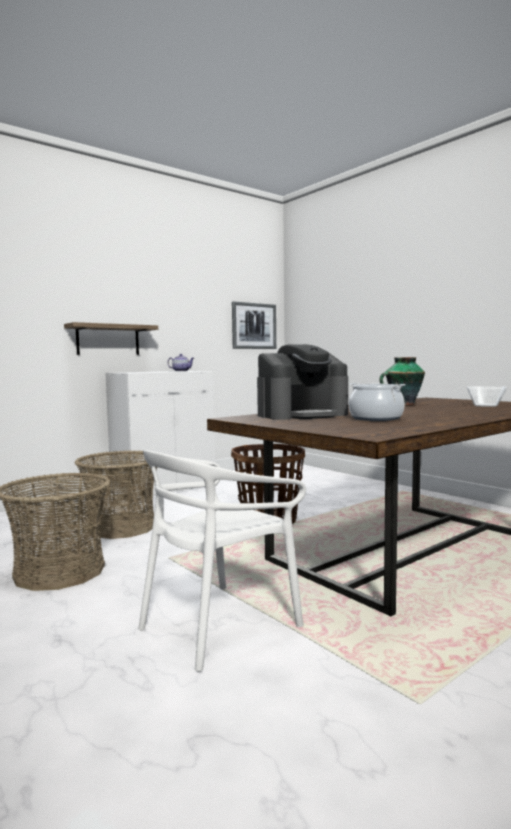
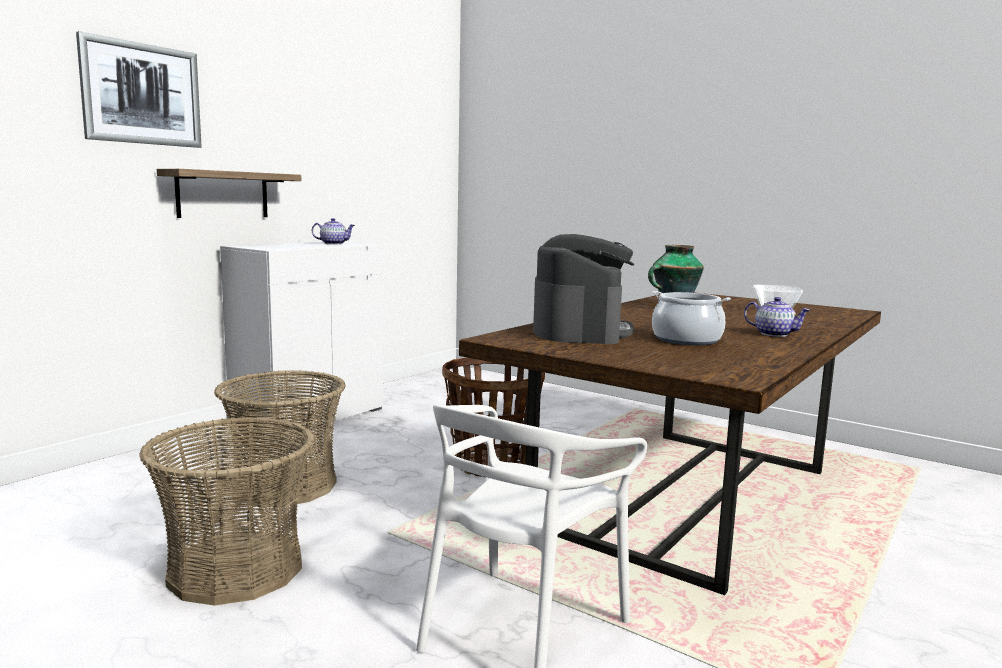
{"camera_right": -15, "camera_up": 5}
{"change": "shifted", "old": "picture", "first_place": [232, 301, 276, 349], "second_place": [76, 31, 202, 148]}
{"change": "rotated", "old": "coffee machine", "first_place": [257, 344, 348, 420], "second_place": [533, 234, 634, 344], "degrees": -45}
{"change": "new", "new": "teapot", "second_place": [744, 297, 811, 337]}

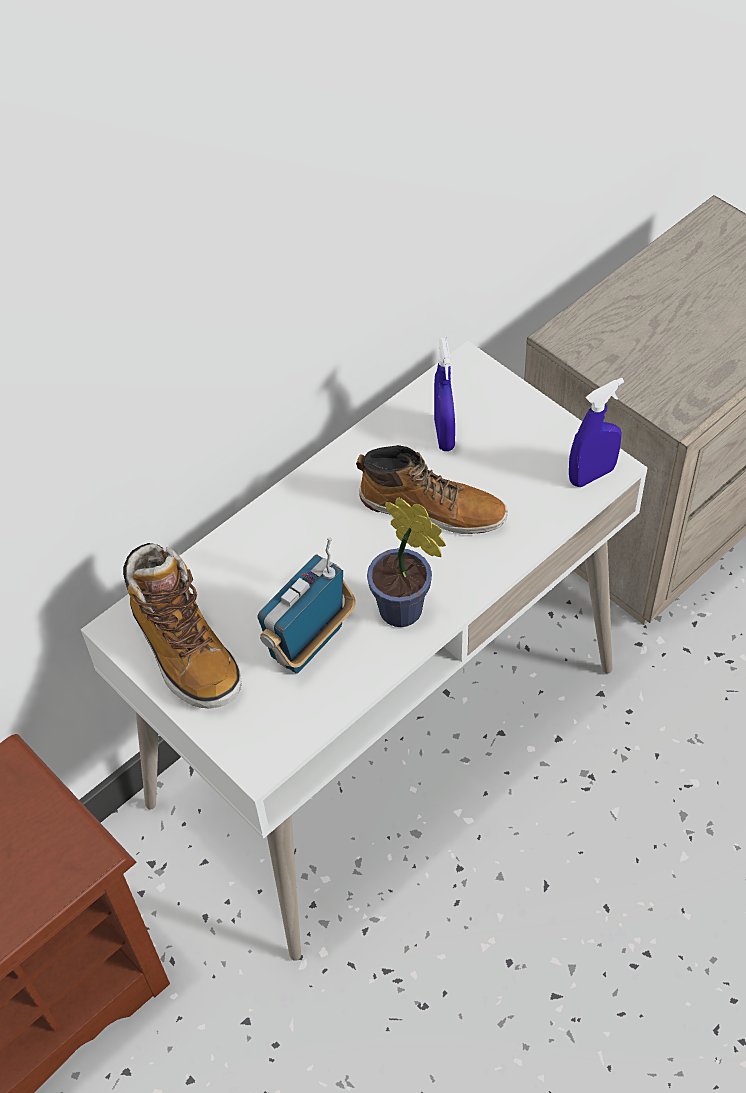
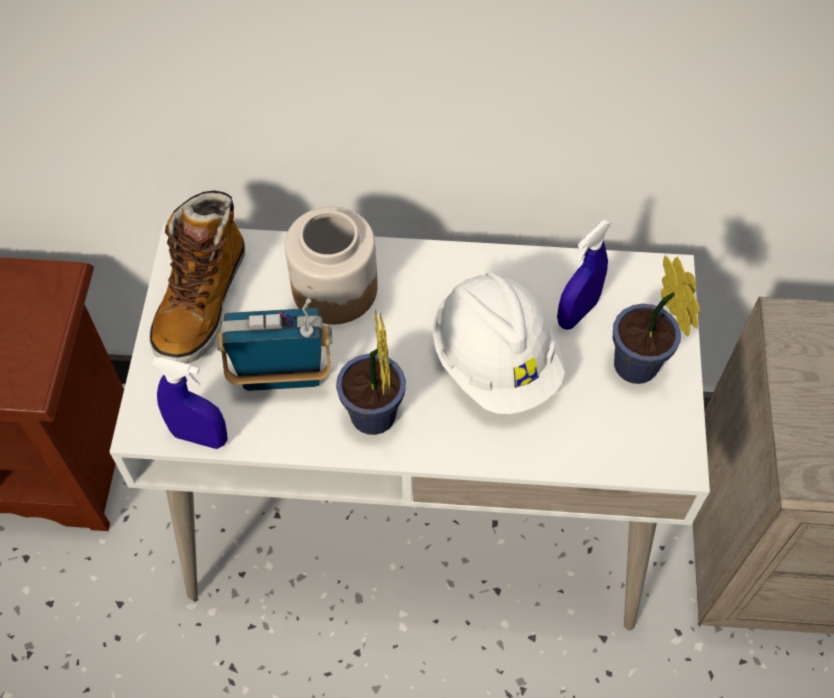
{"camera_right": 45, "camera_up": 5}
{"change": "shifted", "old": "spray bottle (blue)", "first_place": [569, 378, 624, 487], "second_place": [152, 357, 228, 449]}
{"change": "new", "new": "jar", "second_place": [285, 206, 378, 324]}
{"change": "swapped", "old": "boot", "new": "hard hat (white)", "first_place": [356, 445, 508, 534], "second_place": [433, 272, 565, 414]}
{"change": "new", "new": "potted plant", "second_place": [613, 255, 700, 384]}

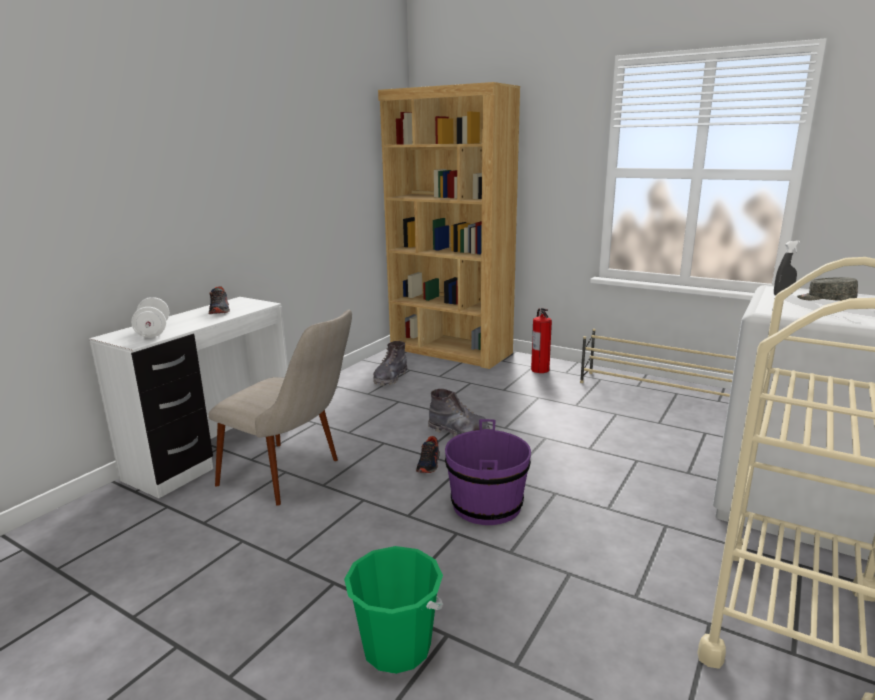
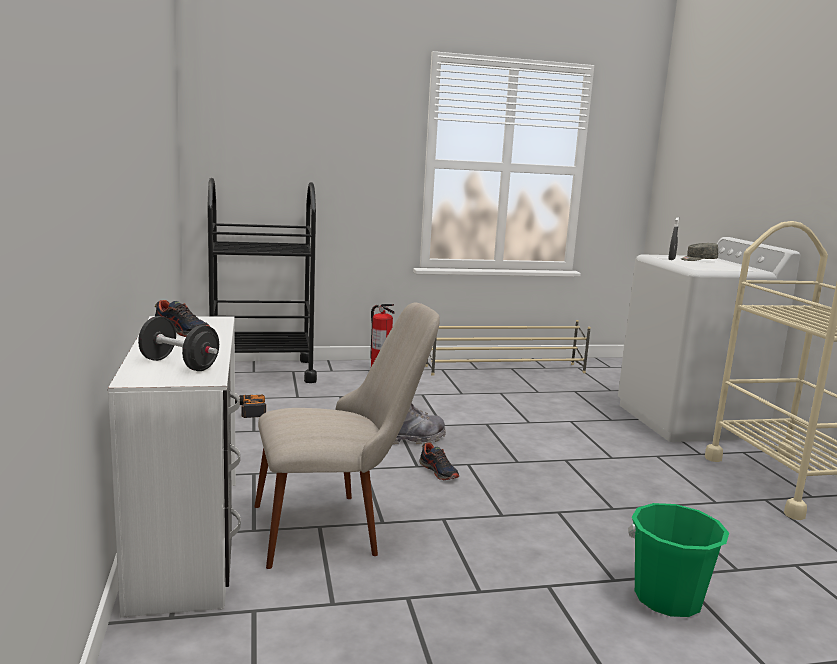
{"camera_right": -45, "camera_up": -5}
{"change": "repainted", "old": "dumbbell (white)", "new": "dumbbell (black)", "first_place": [131, 297, 169, 338], "second_place": [138, 316, 219, 371]}
{"change": "swapped", "old": "bookcase (brown)", "new": "cart (black)", "first_place": [378, 82, 520, 369], "second_place": [207, 178, 317, 383]}
{"change": "swapped", "old": "boot (grey)", "new": "power drill", "first_place": [373, 341, 408, 386], "second_place": [235, 395, 266, 418]}
{"change": "gone", "old": "bucket (purple)", "first_place": [445, 419, 531, 525]}

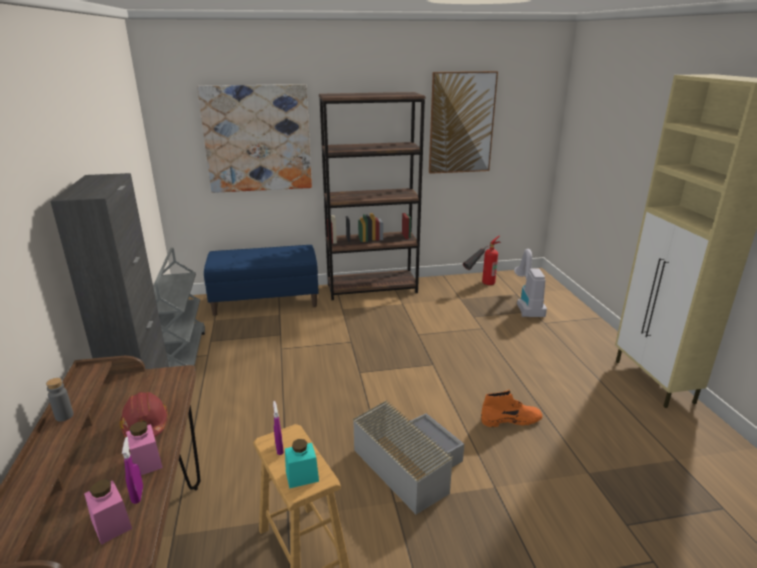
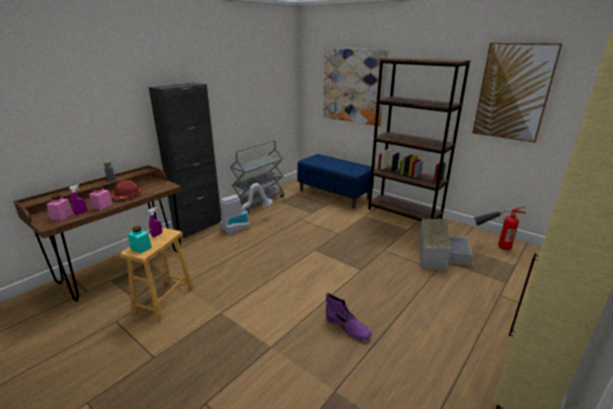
{"camera_right": 50, "camera_up": 0}
{"change": "shifted", "old": "vacuum cleaner", "first_place": [514, 249, 547, 317], "second_place": [220, 183, 272, 234]}
{"change": "repainted", "old": "boot (orange)", "new": "boot (purple)", "first_place": [481, 390, 542, 427], "second_place": [326, 293, 371, 340]}
{"change": "shifted", "old": "storage box (grey)", "first_place": [353, 400, 464, 515], "second_place": [419, 219, 473, 271]}

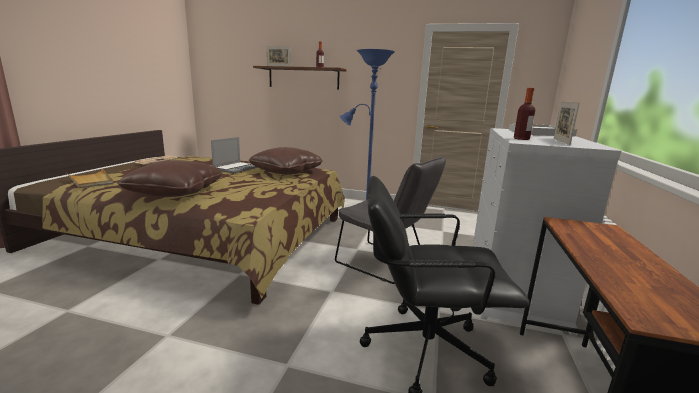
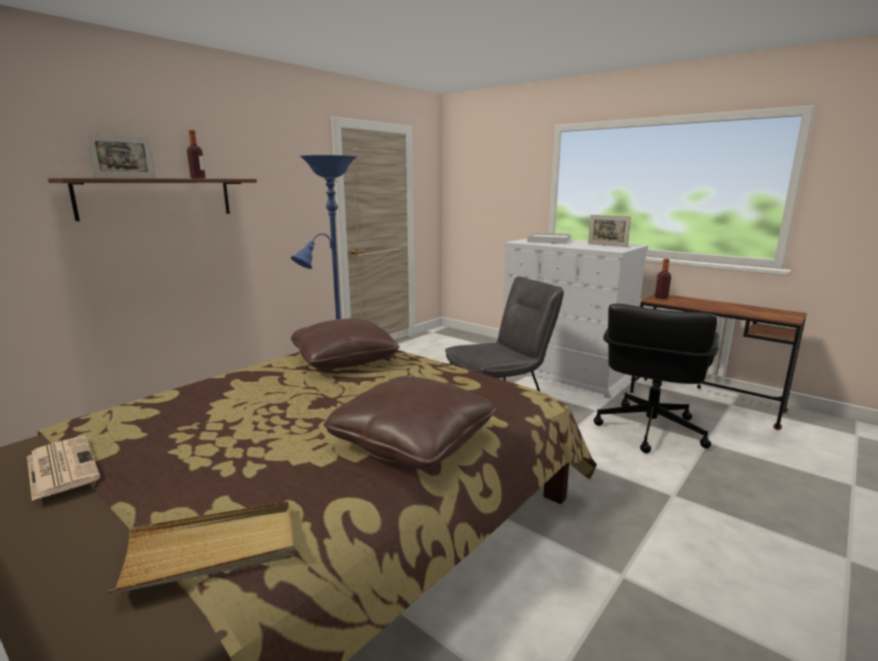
{"camera_right": -65, "camera_up": 0}
{"change": "shifted", "old": "bottle", "first_place": [514, 88, 535, 140], "second_place": [655, 259, 671, 299]}
{"change": "gone", "old": "laptop", "first_place": [211, 137, 258, 174]}

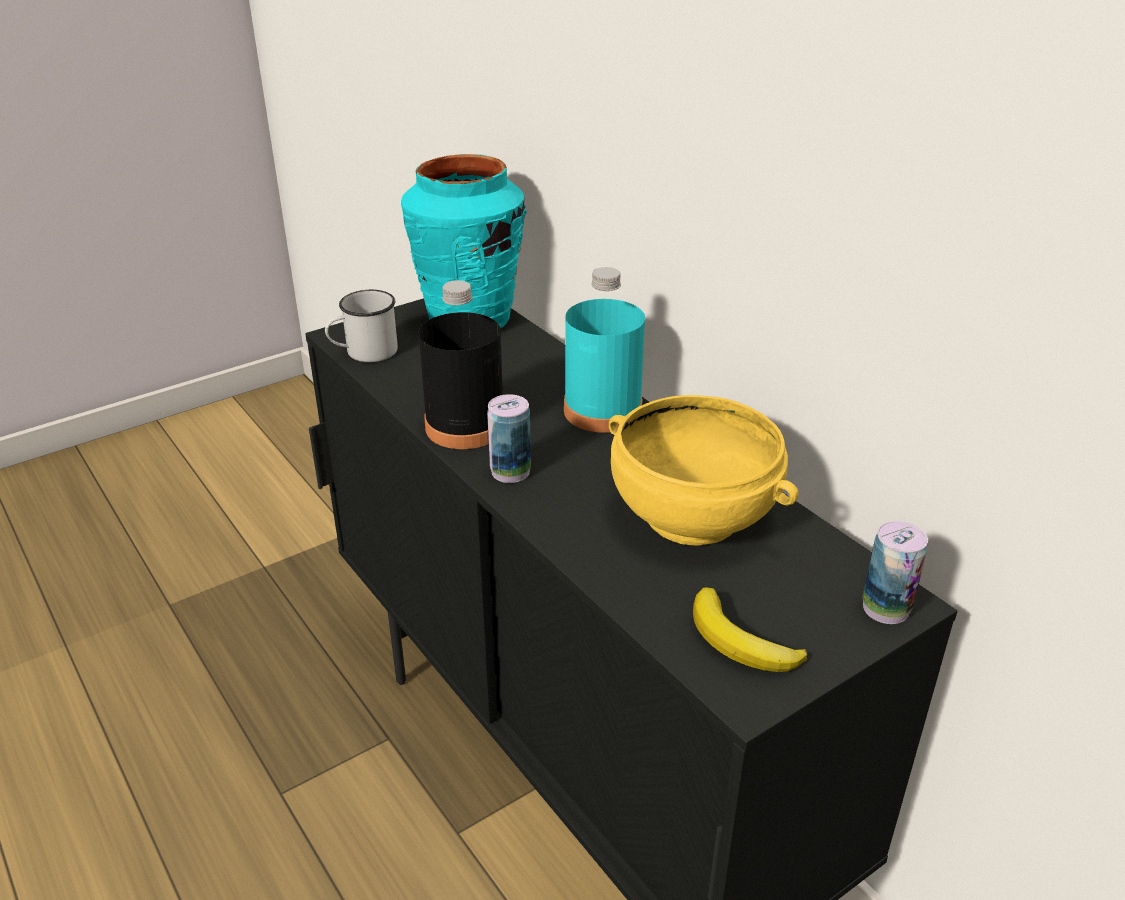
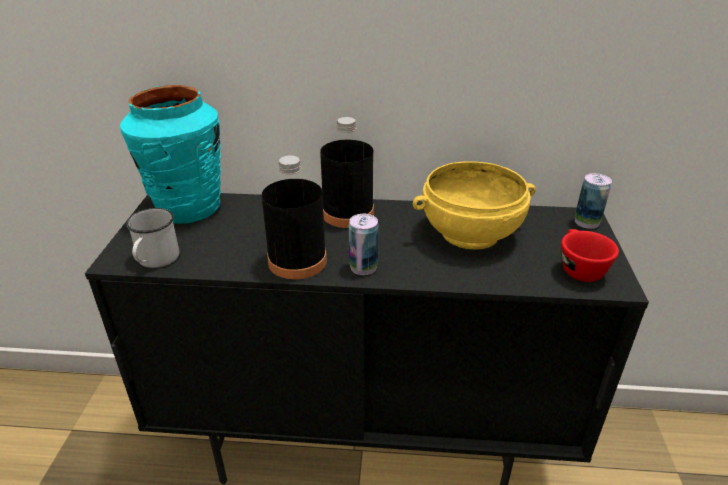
{"camera_right": -50, "camera_up": 0}
{"change": "repainted", "old": "bottle (turquoise)", "new": "bottle (black)", "first_place": [564, 267, 645, 433], "second_place": [320, 117, 374, 228]}
{"change": "swapped", "old": "banana", "new": "cup (red)", "first_place": [693, 587, 808, 672], "second_place": [561, 229, 619, 282]}

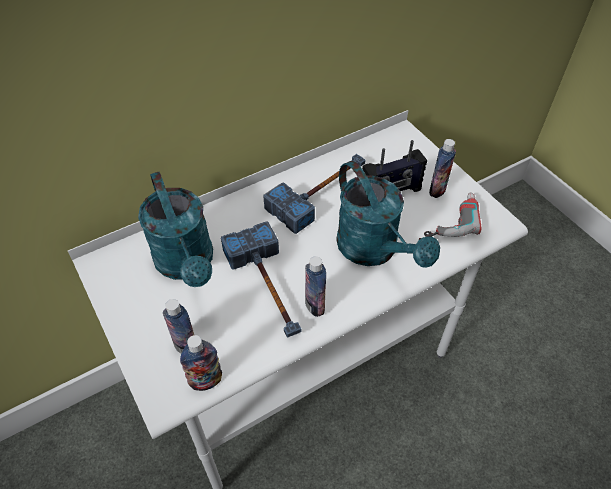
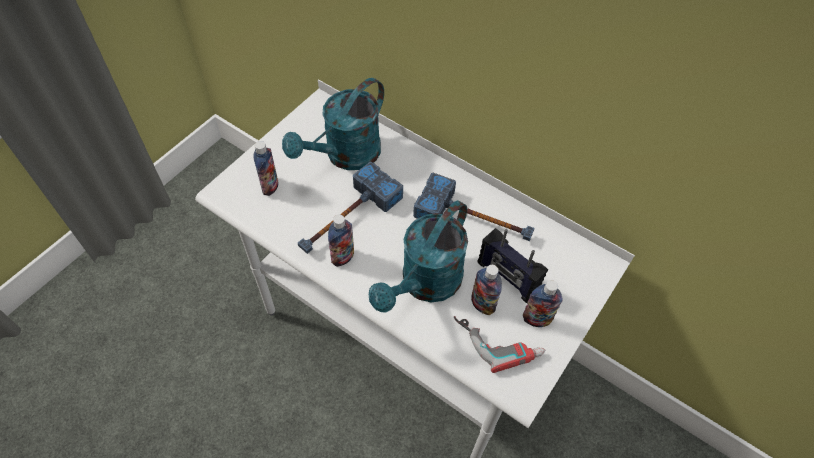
{"camera_right": 65, "camera_up": 5}
{"change": "shifted", "old": "bottle", "first_place": [180, 335, 222, 391], "second_place": [471, 265, 502, 315]}

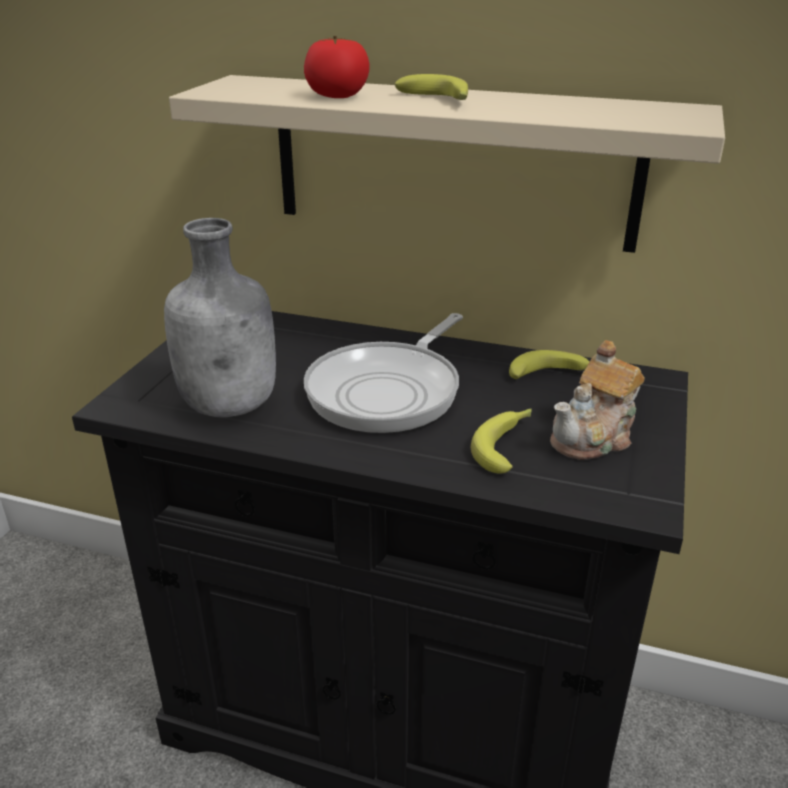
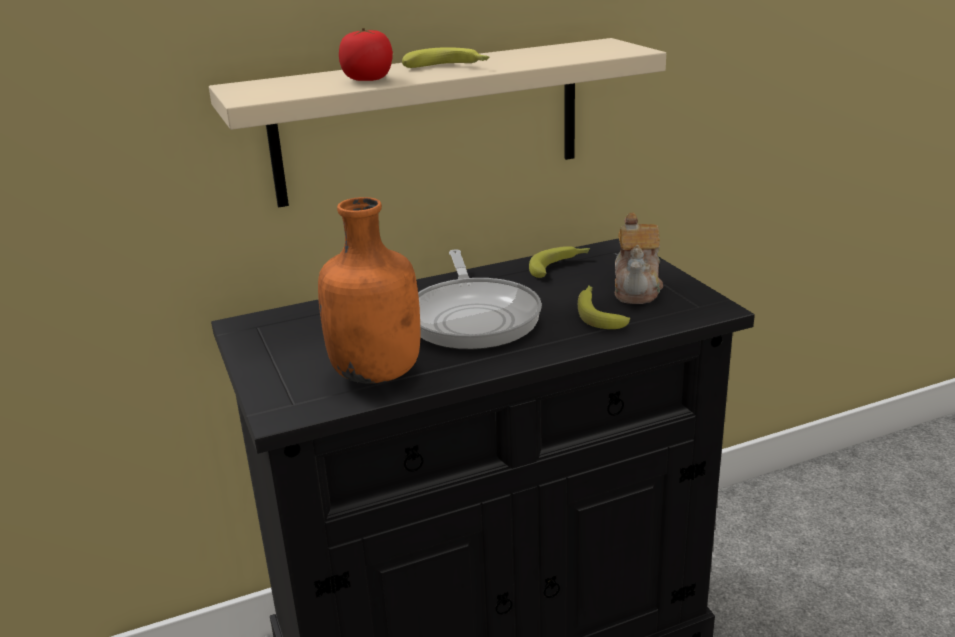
{"camera_right": -40, "camera_up": -5}
{"change": "repainted", "old": "bottle (grey)", "new": "bottle (orange)", "first_place": [164, 218, 276, 417], "second_place": [318, 197, 421, 384]}

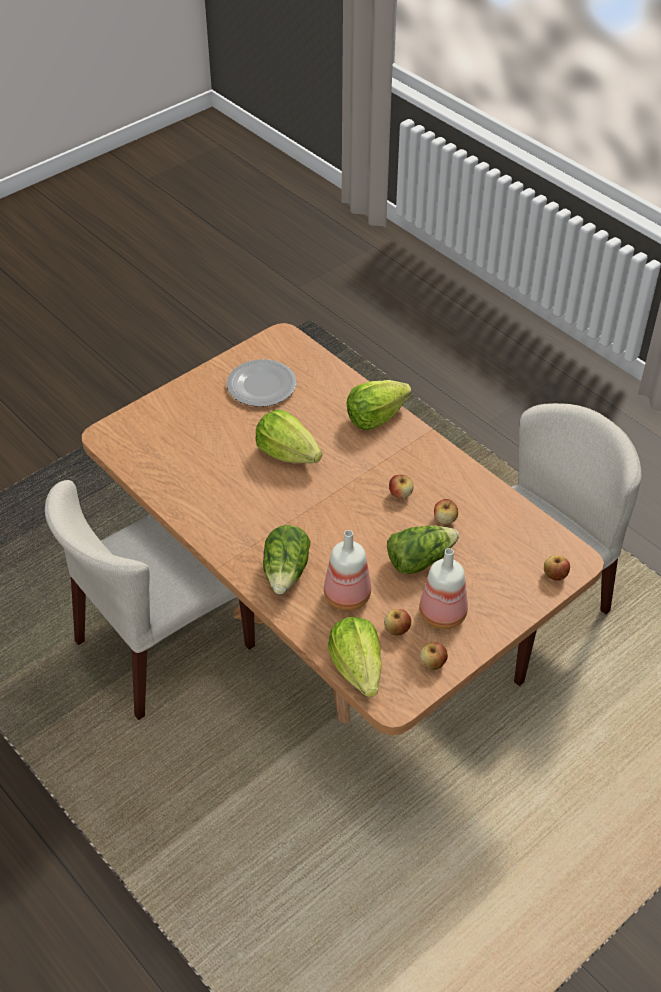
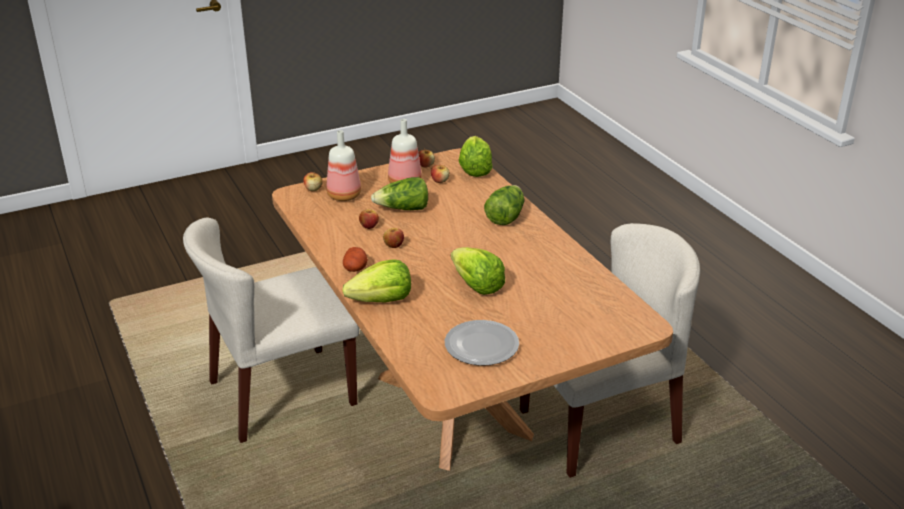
{"camera_right": -165, "camera_up": -15}
{"change": "shifted", "old": "bottle", "first_place": [324, 530, 371, 611], "second_place": [326, 130, 361, 201]}
{"change": "new", "new": "potato", "second_place": [343, 247, 368, 272]}

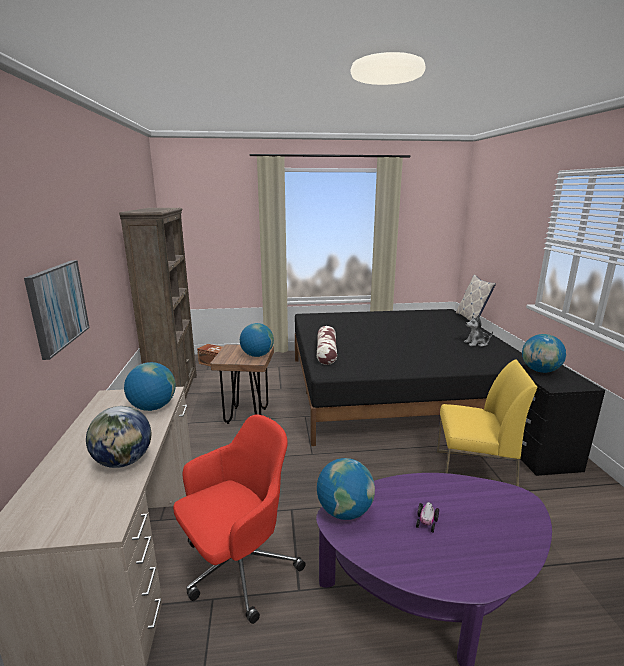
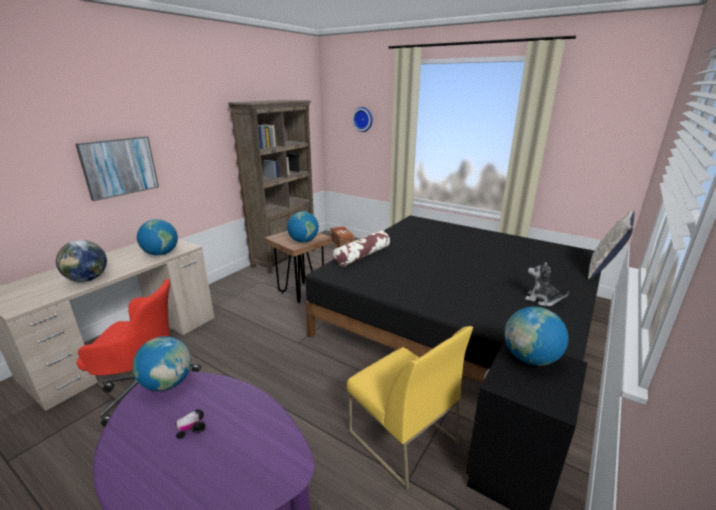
{"camera_right": 40, "camera_up": 5}
{"change": "new", "new": "wall clock", "second_place": [352, 107, 373, 132]}

